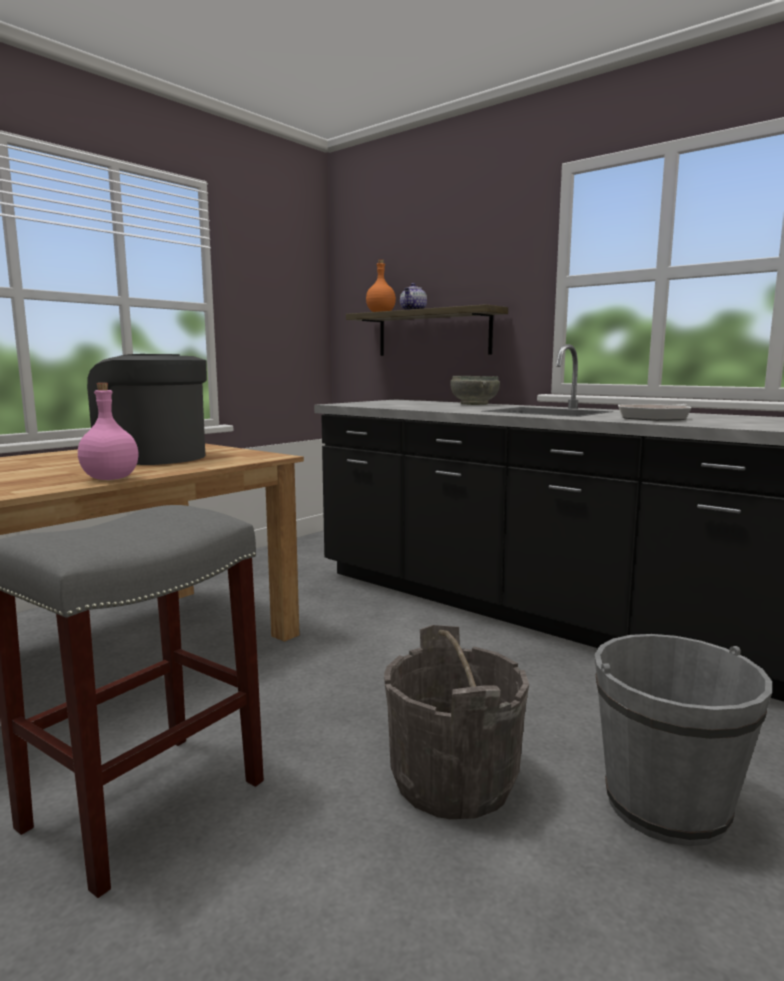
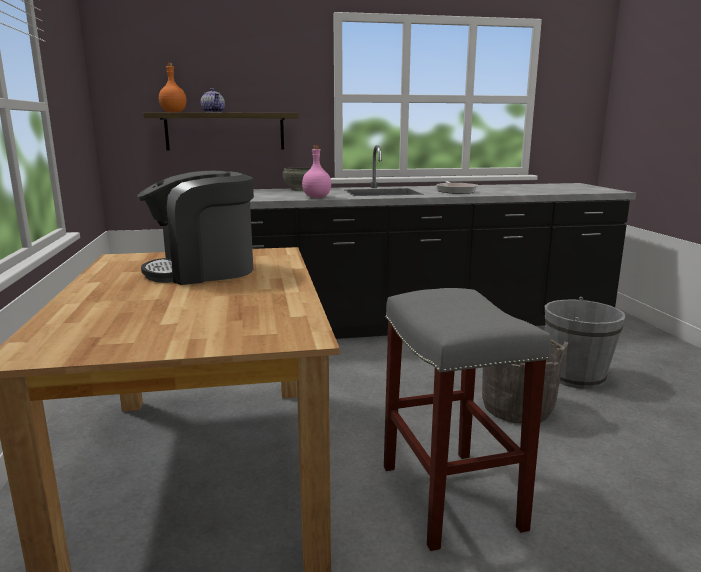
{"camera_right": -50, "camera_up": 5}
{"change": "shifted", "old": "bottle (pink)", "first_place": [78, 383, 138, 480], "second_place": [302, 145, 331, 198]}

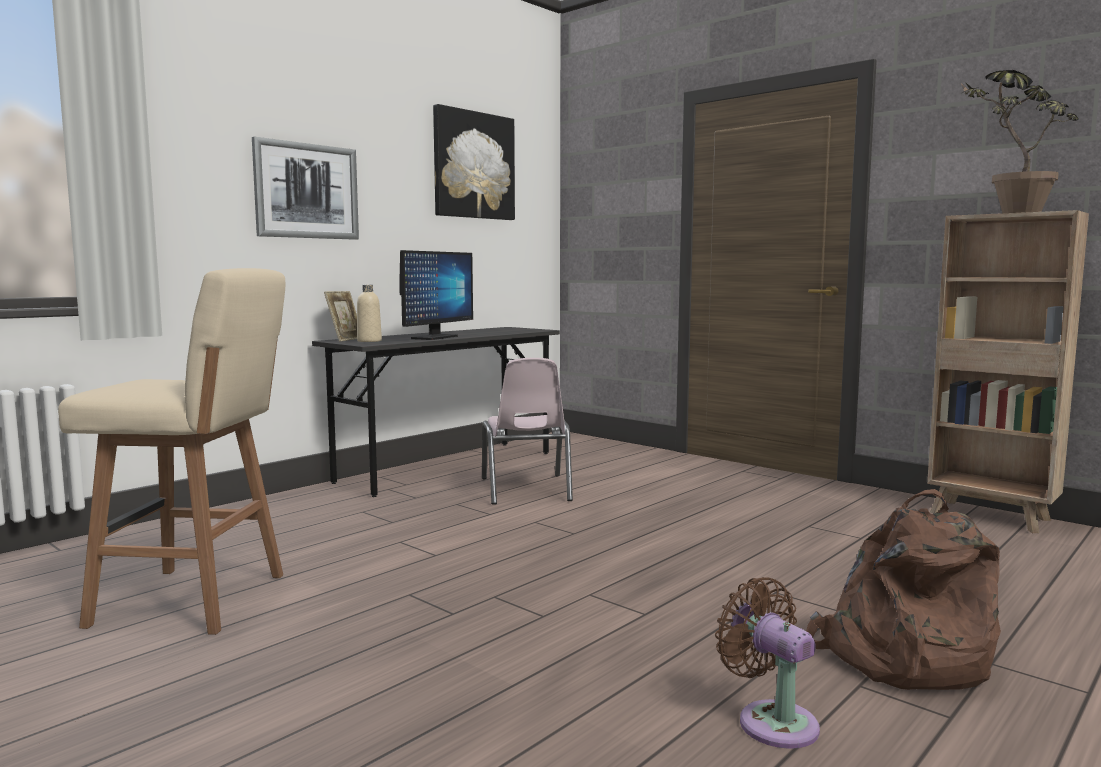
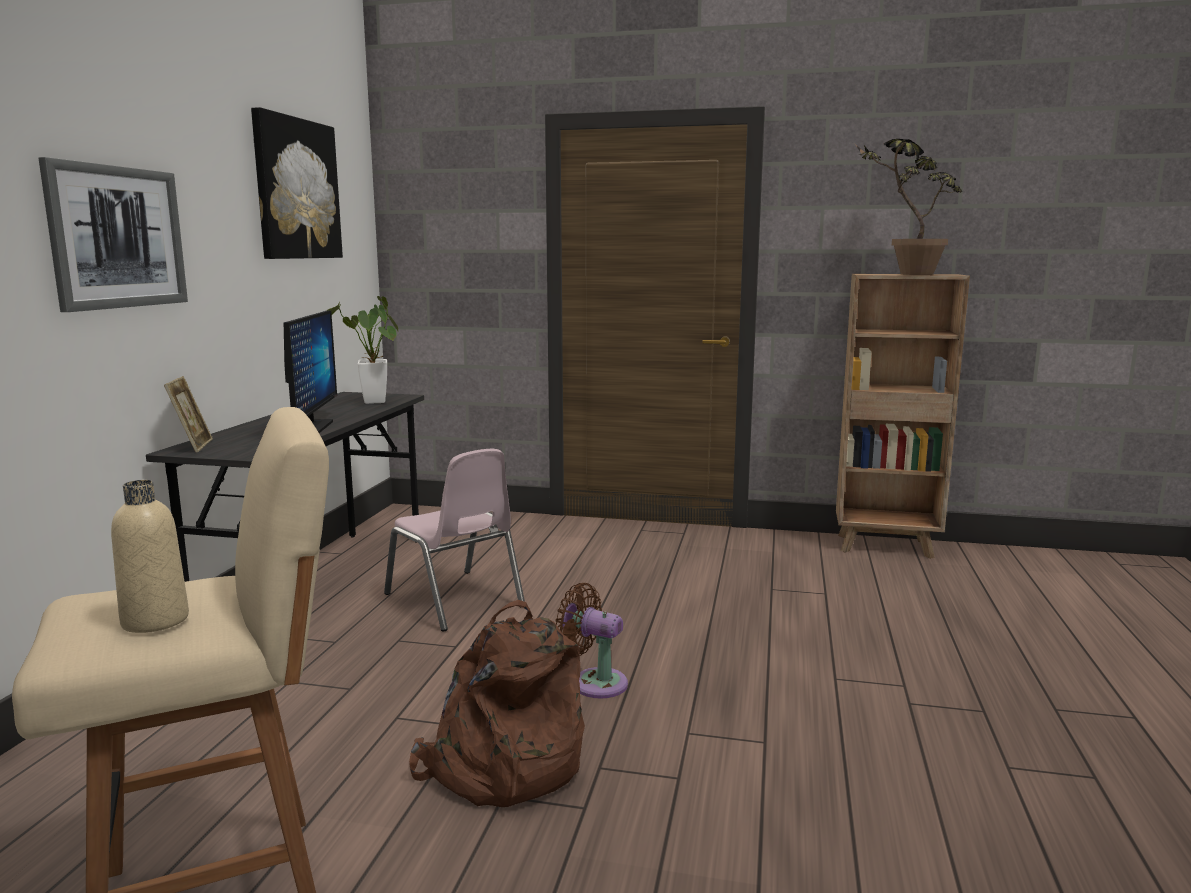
{"camera_right": -30, "camera_up": 5}
{"change": "shifted", "old": "bottle (beige)", "first_place": [357, 285, 382, 342], "second_place": [111, 480, 189, 633]}
{"change": "new", "new": "potted plant", "second_place": [328, 296, 398, 404]}
{"change": "shifted", "old": "backpack (brown)", "first_place": [806, 489, 1001, 690], "second_place": [409, 600, 585, 807]}
{"change": "shifted", "old": "fan (brown)", "first_place": [715, 577, 820, 749], "second_place": [555, 583, 628, 699]}

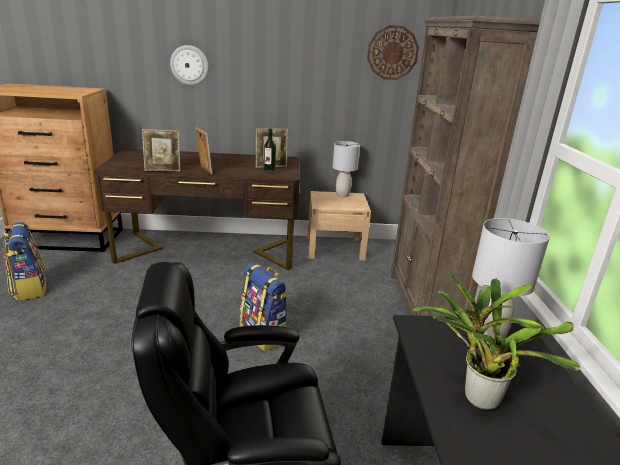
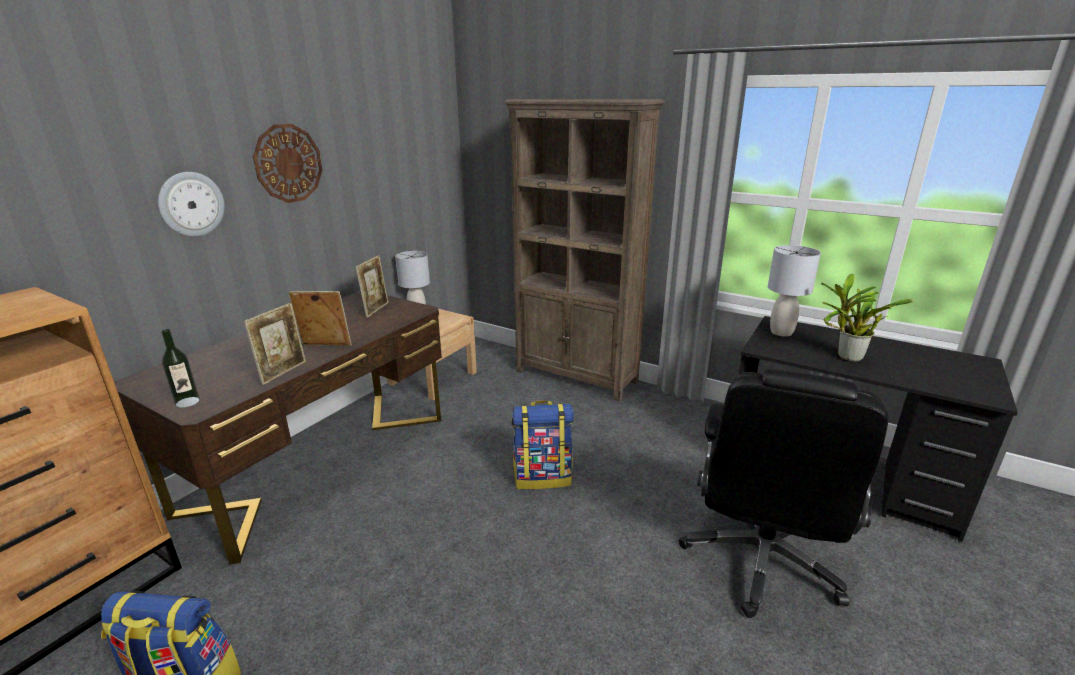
{"camera_right": -55, "camera_up": 0}
{"change": "shifted", "old": "bottle", "first_place": [264, 128, 276, 174], "second_place": [161, 329, 200, 408]}
{"change": "shifted", "old": "wall clock", "first_place": [367, 25, 419, 80], "second_place": [253, 124, 322, 203]}

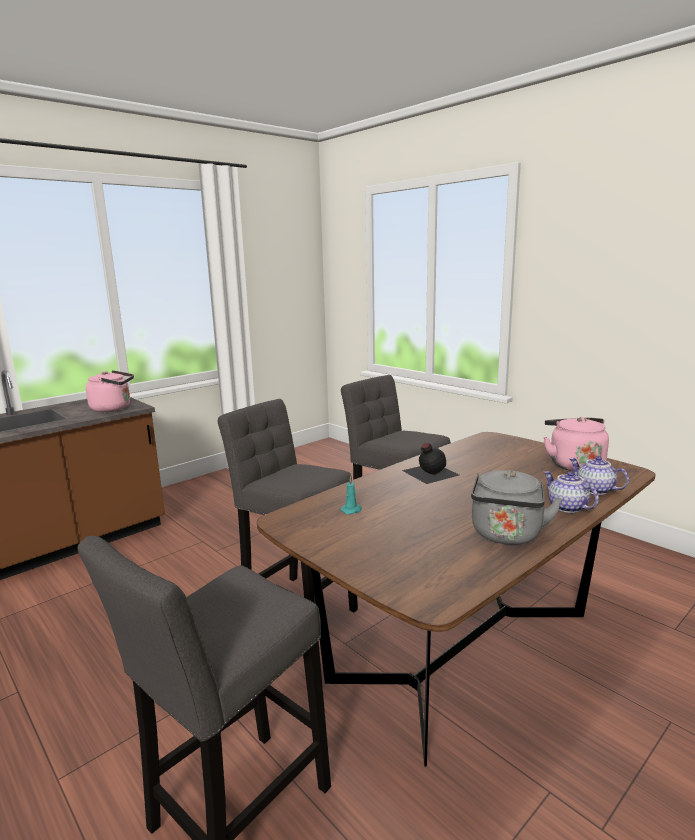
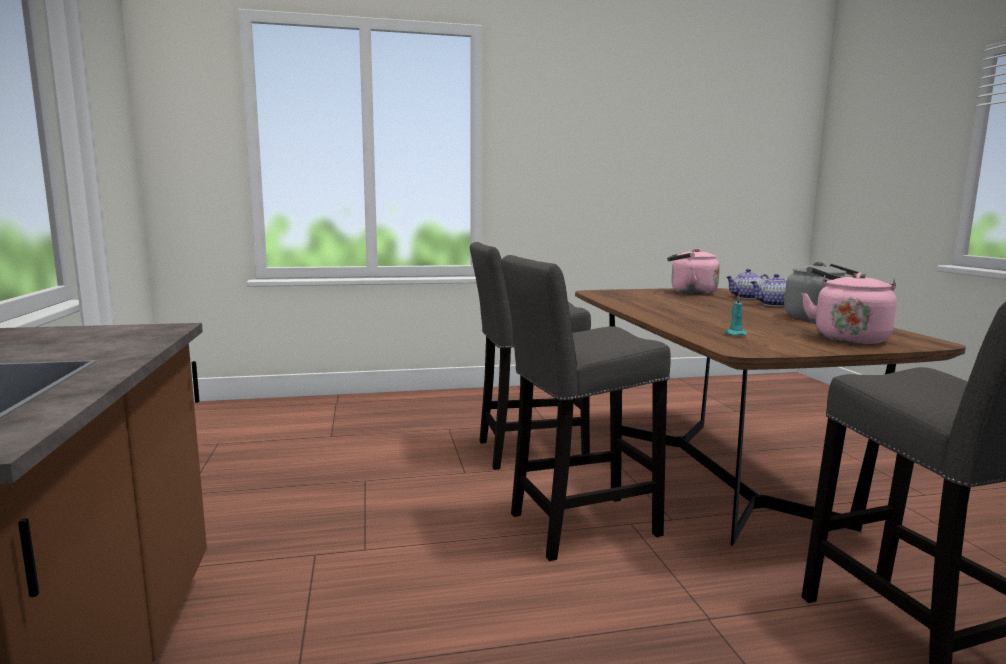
{"camera_right": -60, "camera_up": -5}
{"change": "shifted", "old": "kettle (pink)", "first_place": [86, 370, 134, 412], "second_place": [802, 273, 897, 344]}
{"change": "gone", "old": "bottle (black)", "first_place": [402, 443, 459, 484]}

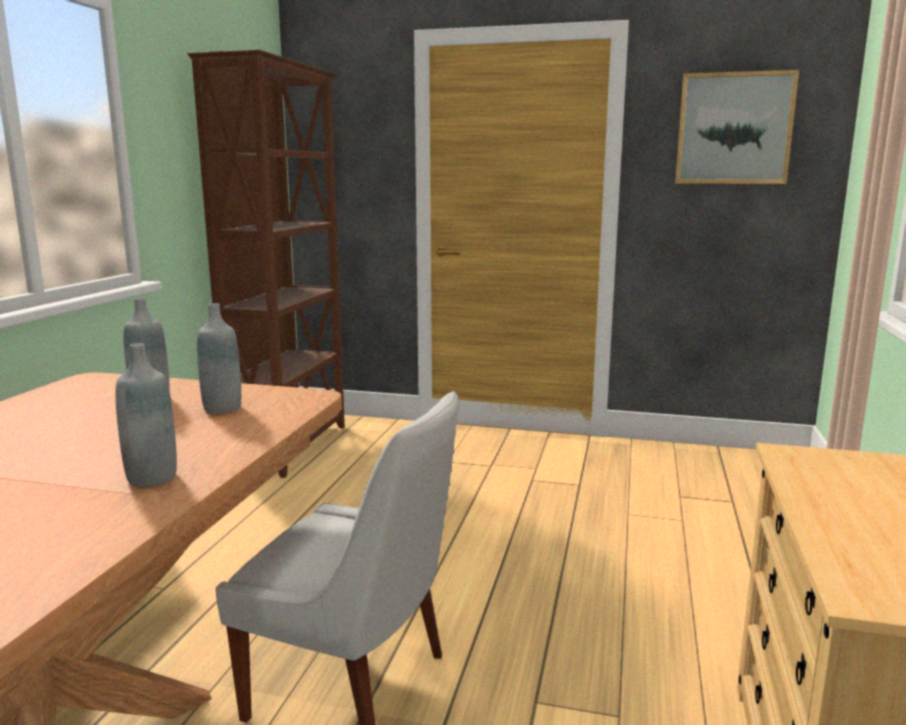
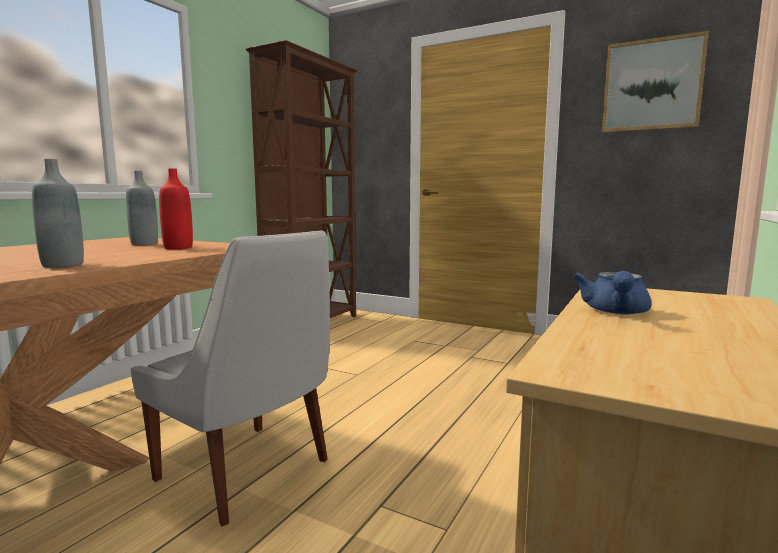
{"camera_right": 15, "camera_up": -5}
{"change": "repainted", "old": "bottle (grey)", "new": "bottle (red)", "first_place": [197, 303, 241, 414], "second_place": [159, 168, 193, 249]}
{"change": "new", "new": "teapot (blue)", "second_place": [573, 271, 652, 314]}

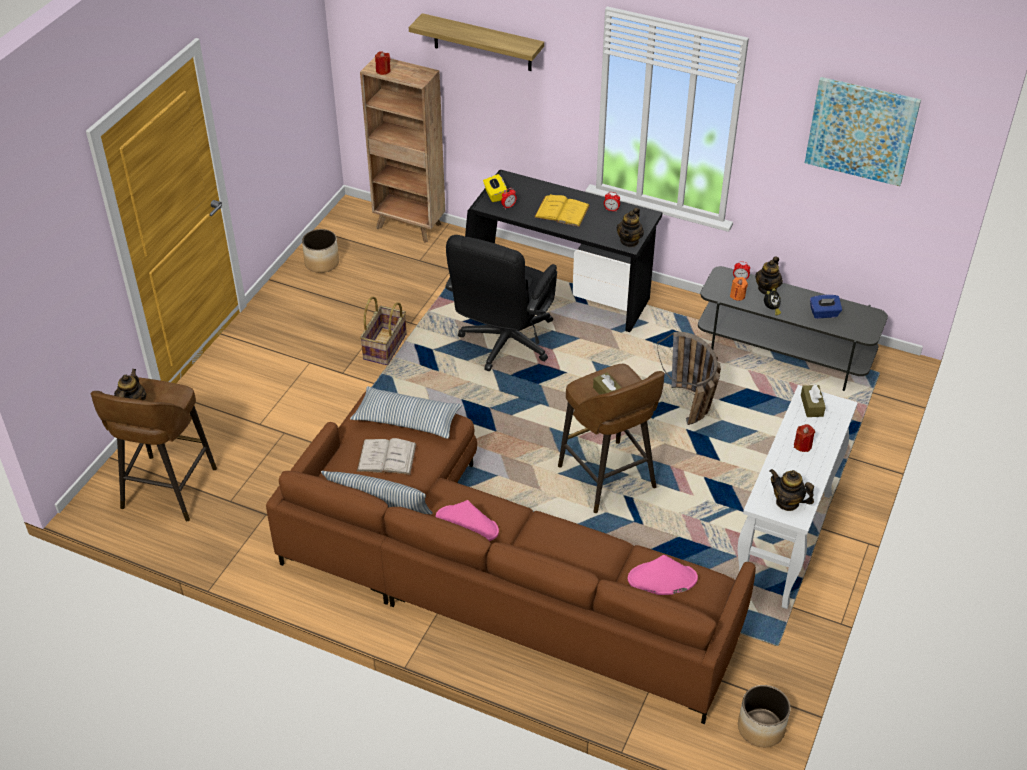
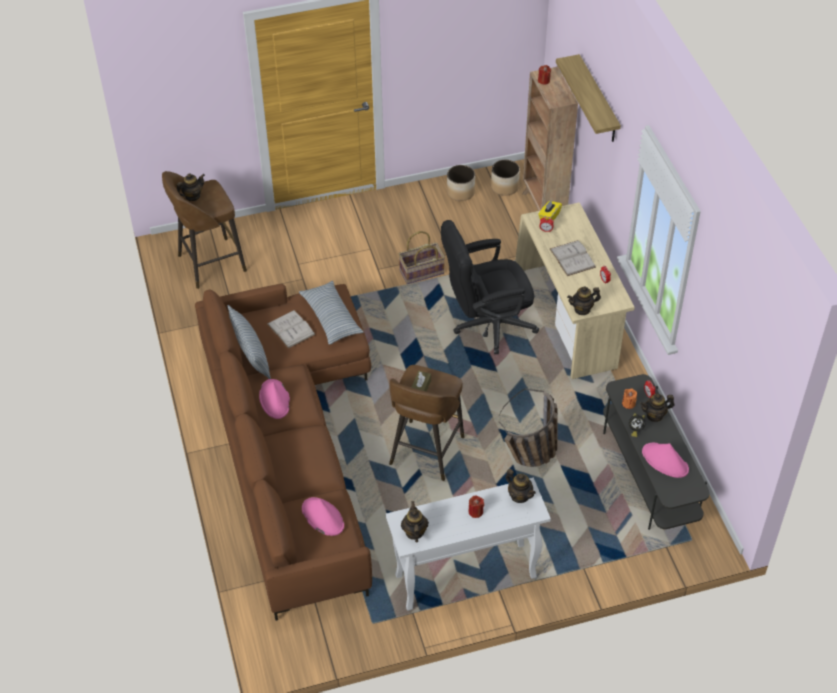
{"camera_right": 50, "camera_up": 5}
{"change": "shifted", "old": "planter", "first_place": [738, 685, 790, 747], "second_place": [491, 160, 520, 196]}
{"change": "swapped", "old": "tissue box (brown)", "new": "teapot", "first_place": [801, 384, 826, 417], "second_place": [505, 469, 536, 503]}
{"change": "repainted", "old": "desk (black)", "new": "desk (beige)", "first_place": [465, 170, 662, 332], "second_place": [515, 202, 635, 379]}
{"change": "repainted", "old": "book (yellow)", "new": "book (white)", "first_place": [534, 194, 590, 227], "second_place": [550, 240, 596, 276]}
{"change": "swapped", "old": "tissue box (blue)", "new": "hat (pink)", "first_place": [810, 295, 842, 319], "second_place": [642, 442, 689, 478]}
{"change": "gone", "old": "picture", "first_place": [805, 77, 921, 186]}

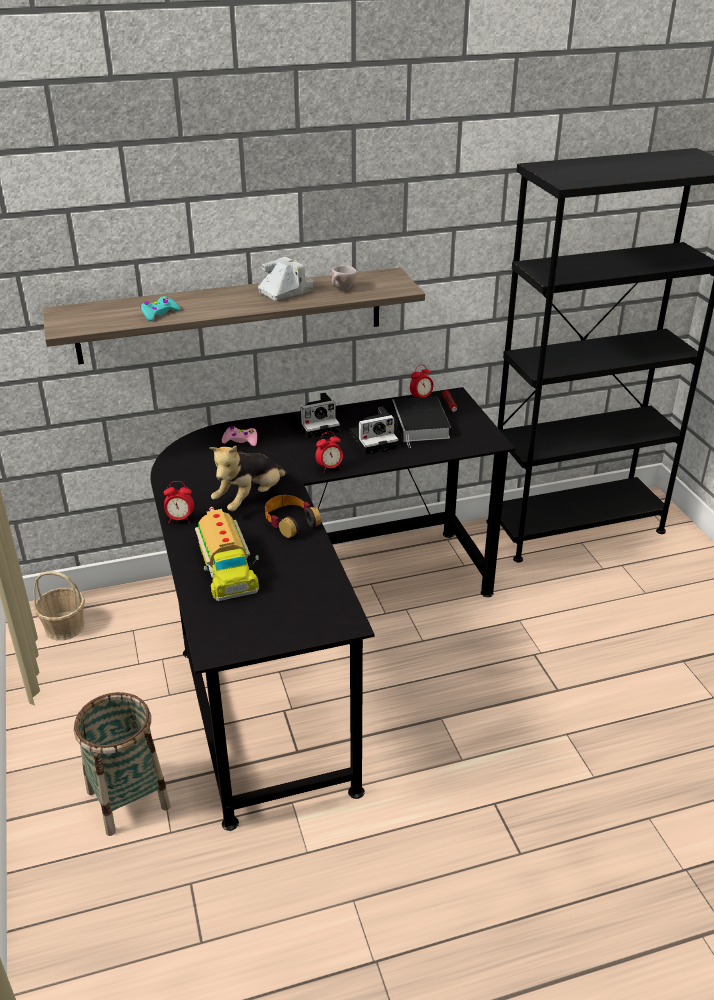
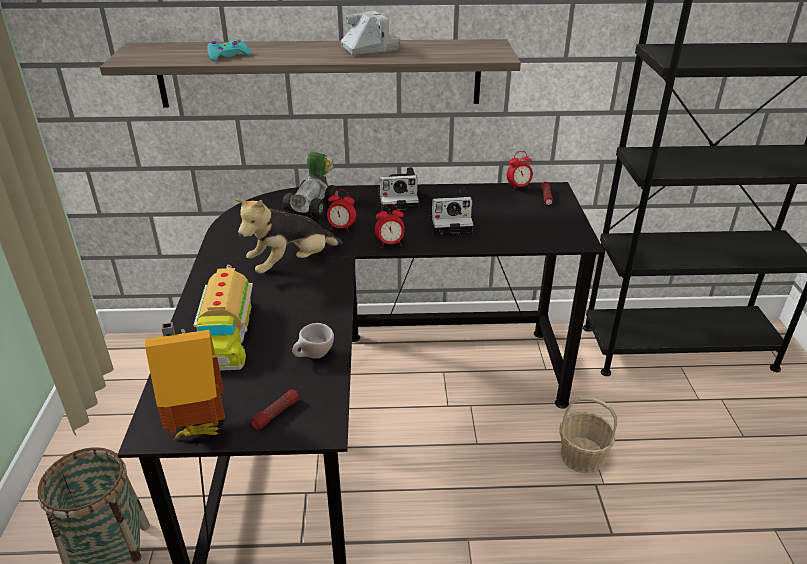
{"camera_right": 15, "camera_up": 0}
{"change": "new", "new": "toy house", "second_place": [145, 322, 225, 439]}
{"change": "new", "new": "flashlight", "second_place": [251, 389, 299, 430]}
{"change": "swapped", "old": "game controller (pink)", "new": "toy car", "first_place": [222, 426, 257, 446], "second_place": [282, 152, 340, 218]}
{"change": "shifted", "old": "cup (beige)", "first_place": [332, 265, 357, 290], "second_place": [292, 323, 334, 359]}
{"change": "shifted", "old": "alarm clock", "first_place": [164, 481, 194, 523], "second_place": [327, 189, 356, 233]}
{"change": "shifted", "old": "basket", "first_place": [33, 571, 85, 640], "second_place": [559, 397, 617, 473]}
{"change": "gone", "old": "headphones", "first_place": [265, 495, 321, 538]}
{"change": "gone", "old": "book", "first_place": [392, 396, 451, 448]}

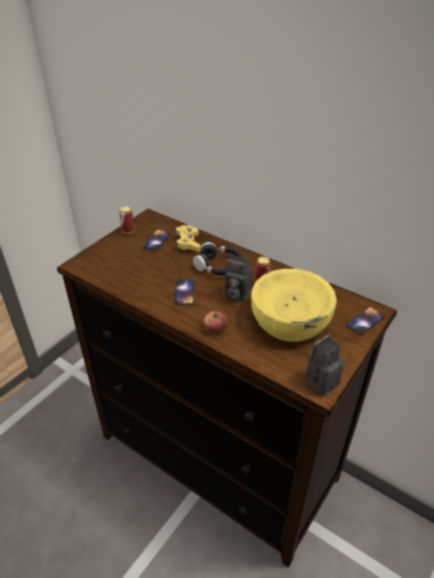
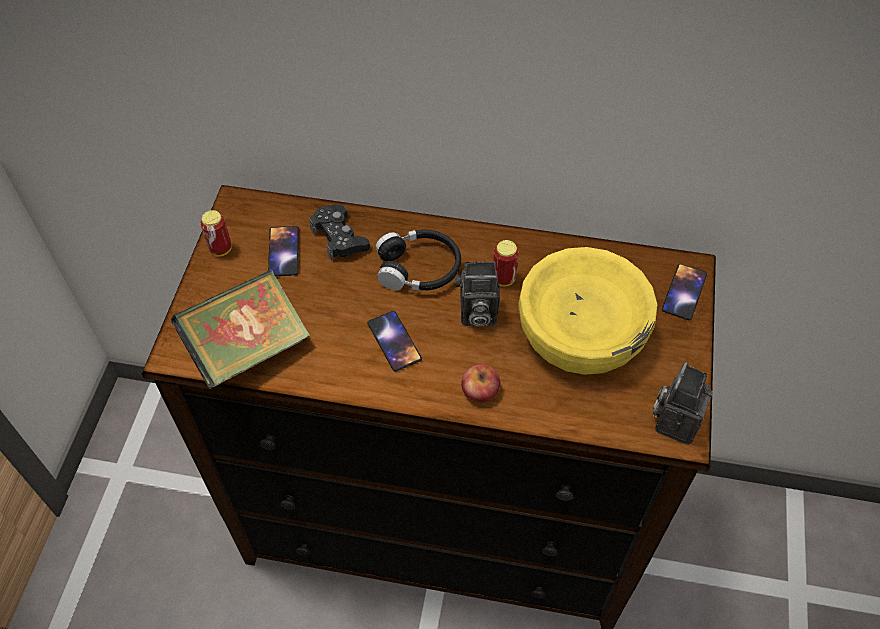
{"camera_right": -25, "camera_up": 15}
{"change": "new", "new": "book", "second_place": [171, 270, 310, 390]}
{"change": "repainted", "old": "game controller (yellow)", "new": "game controller (black)", "first_place": [176, 225, 200, 252], "second_place": [309, 205, 370, 261]}

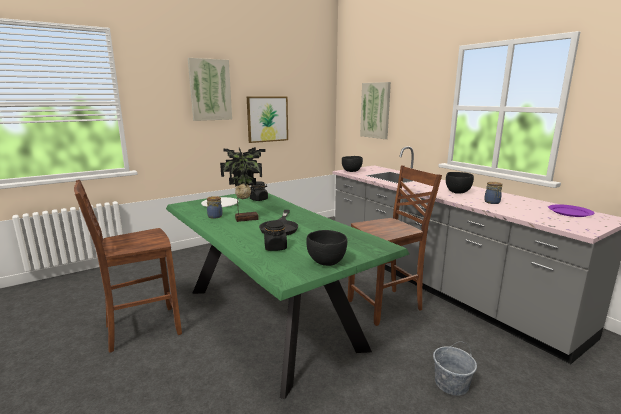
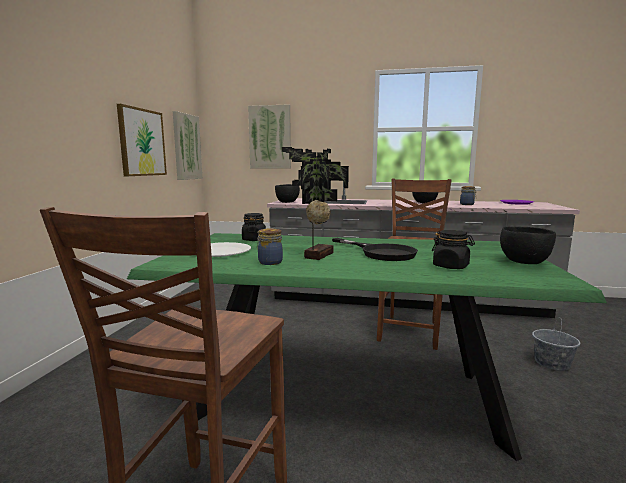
{"camera_right": -45, "camera_up": -5}
{"change": "shifted", "old": "picture", "first_place": [188, 58, 232, 121], "second_place": [173, 111, 203, 180]}

